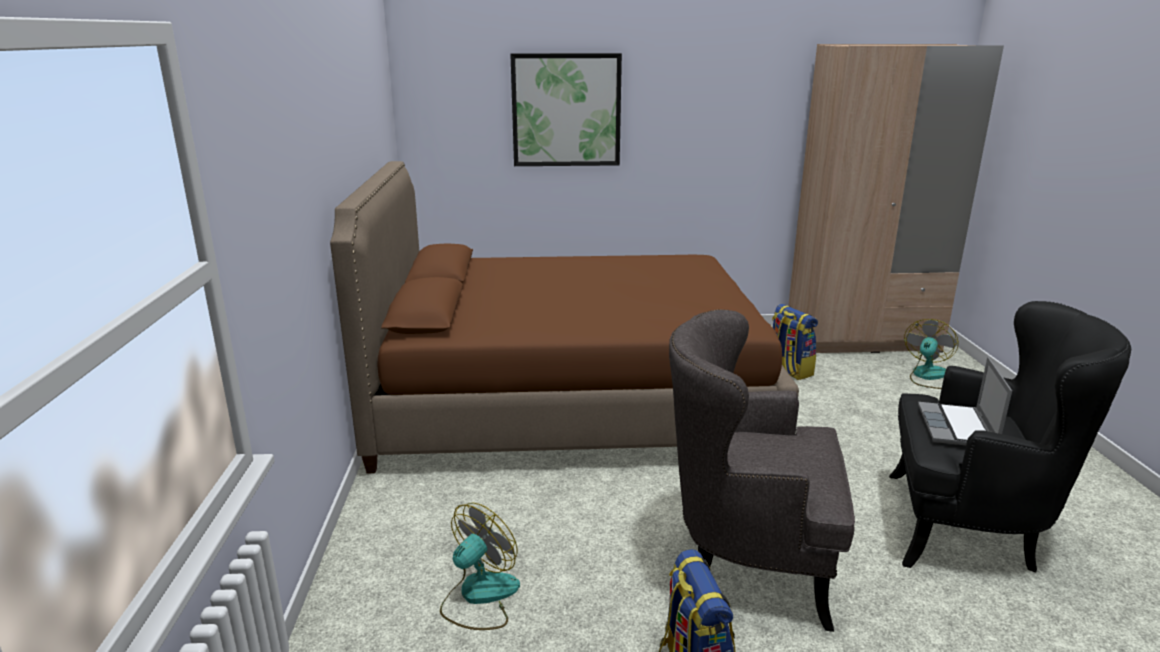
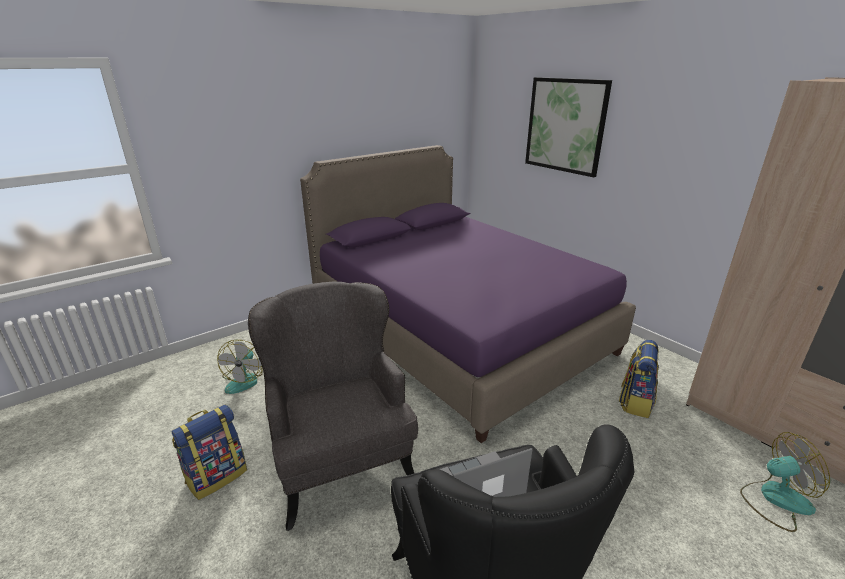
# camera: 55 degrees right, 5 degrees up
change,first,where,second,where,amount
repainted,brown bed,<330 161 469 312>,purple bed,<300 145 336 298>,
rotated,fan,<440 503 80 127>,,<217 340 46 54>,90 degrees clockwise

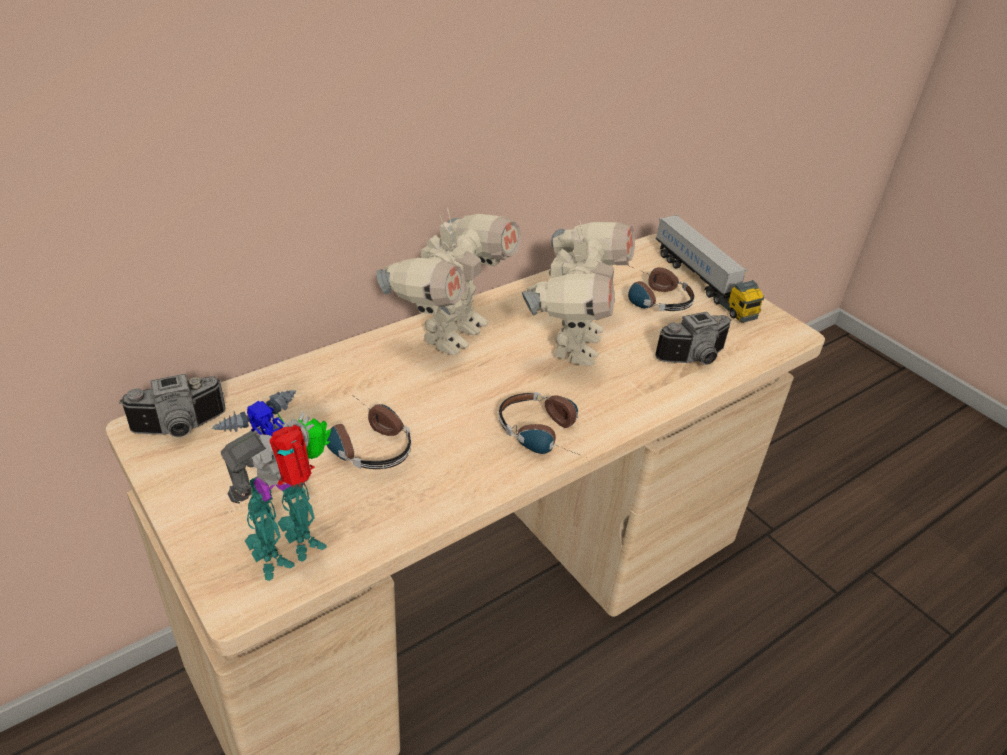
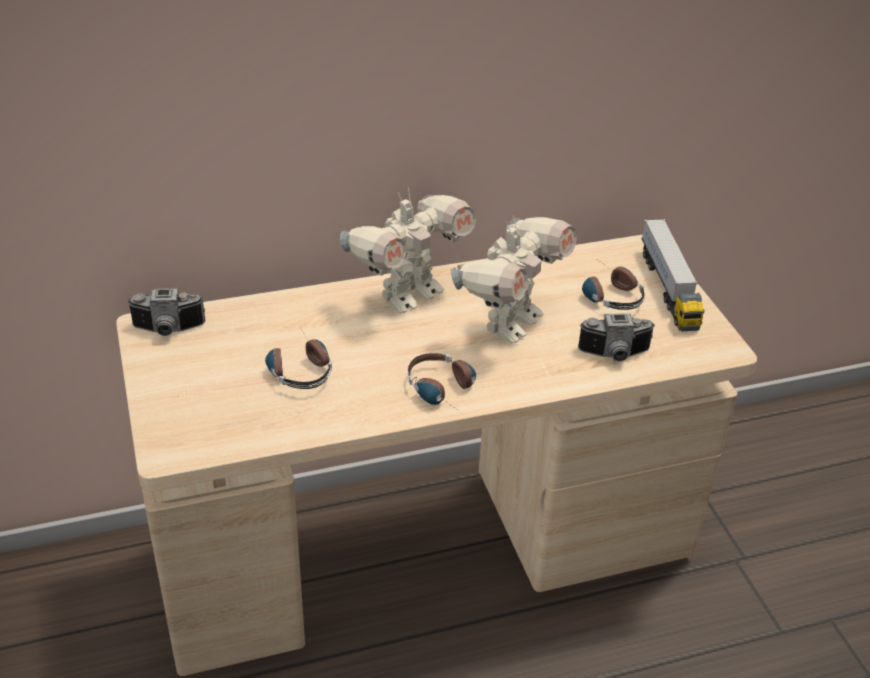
# camera: 20 degrees right, 0 degrees up
change,first,where,second,where,amount
gone,toy robot,<211 390 120 191>,,,

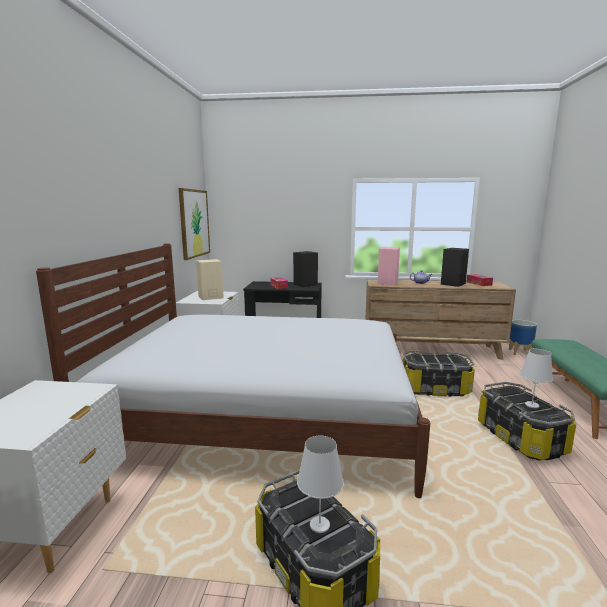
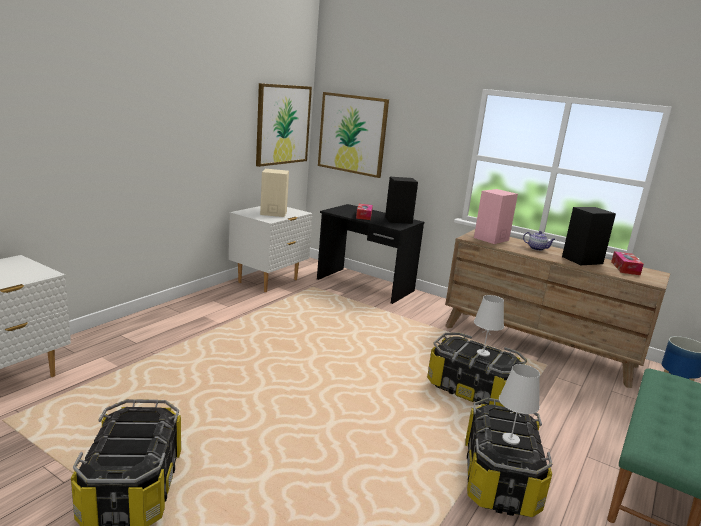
# camera: 25 degrees right, 5 degrees up
change,first,where,second,where,amount
gone,white bed,<36 243 394 255>,,,
new,,,picture,<318 92 71 86>,
shifted,white table lamp,<297 435 47 98>,,<474 295 30 62>,

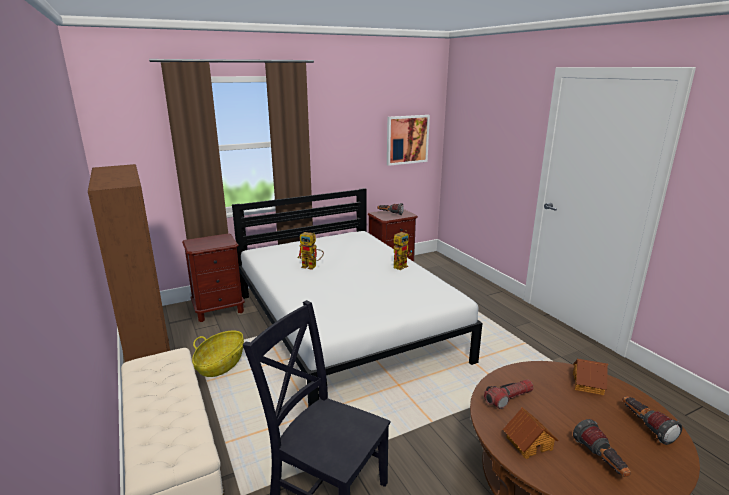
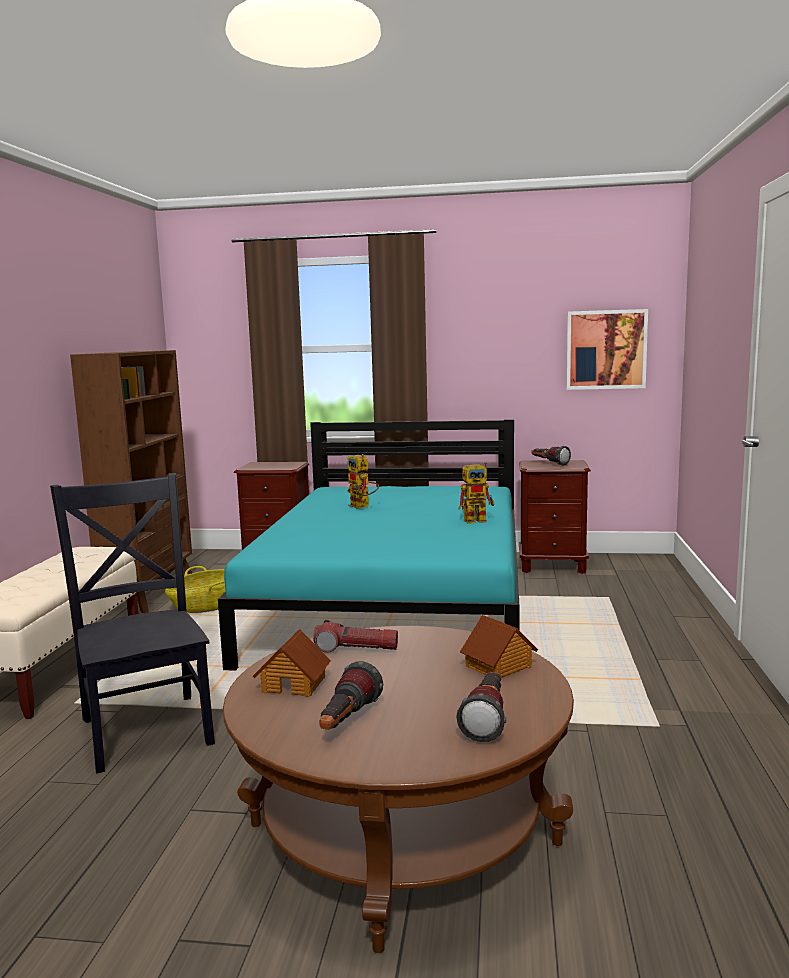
# camera: 35 degrees right, 10 degrees down
change,first,where,second,where,amount
repainted,white bed,<232 188 250 219>,turquoise bed,<218 419 301 252>,

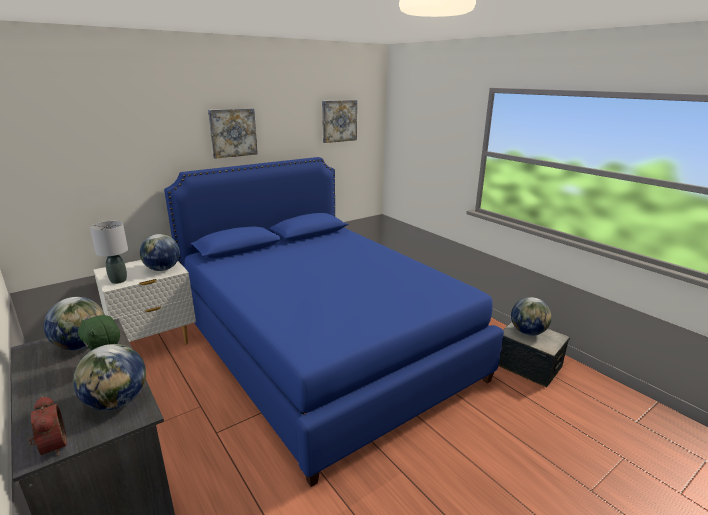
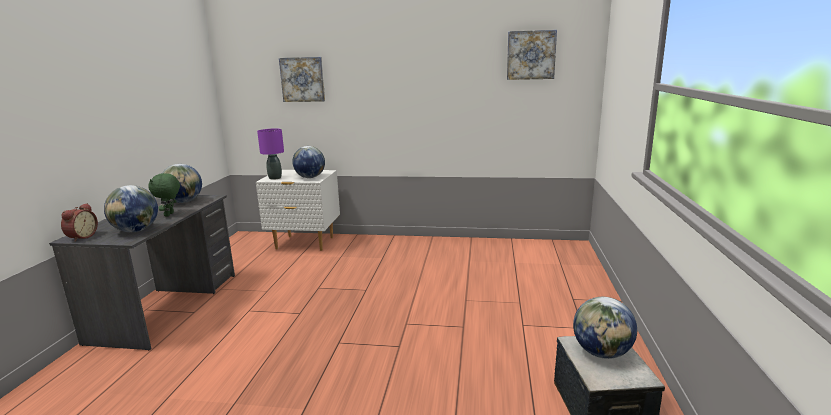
# camera: 45 degrees right, 5 degrees down
change,first,where,second,where,amount
gone,blue bed,<164 157 340 330>,,,
shifted,picture,<208 108 50 51>,,<279 57 46 45>,
repainted,grey table lamp,<90 221 38 63>,purple table lamp,<257 129 27 51>,

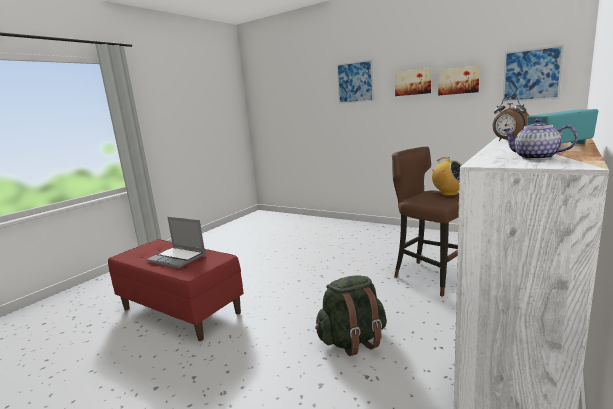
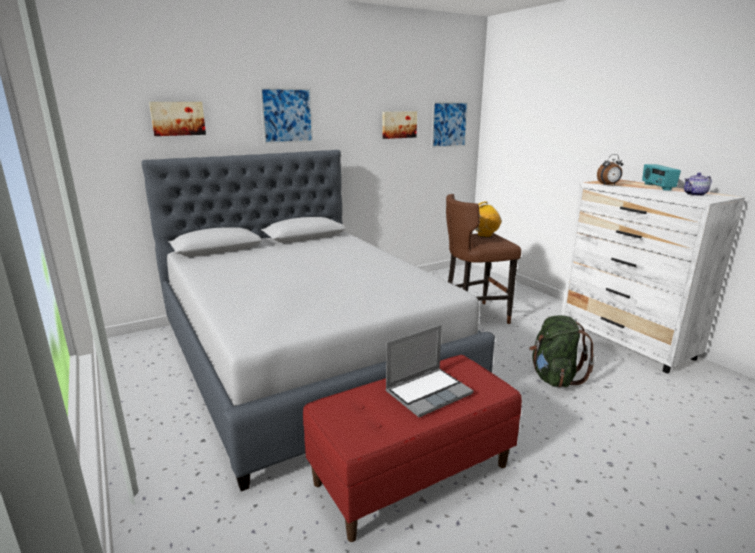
# camera: 65 degrees left, 5 degrees up
change,first,where,second,where,amount
new,,,grey bed,<142 150 353 341>,
shifted,picture,<395 68 36 28>,,<149 102 57 34>,

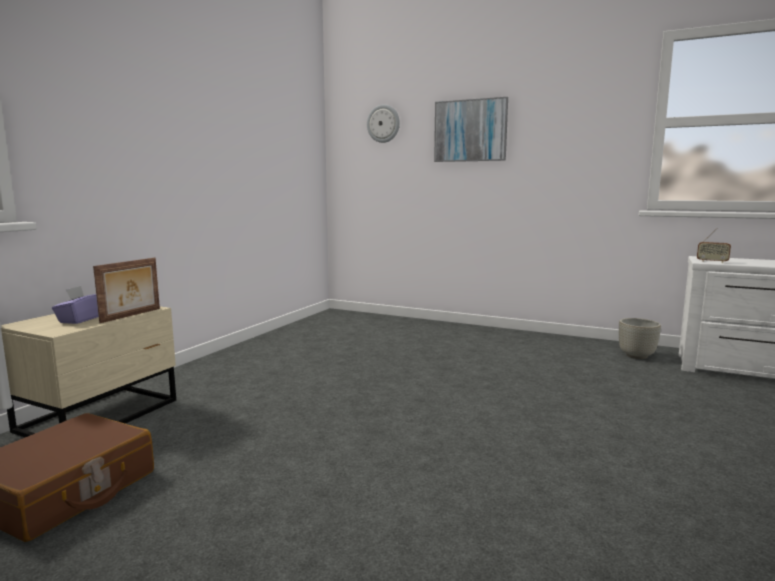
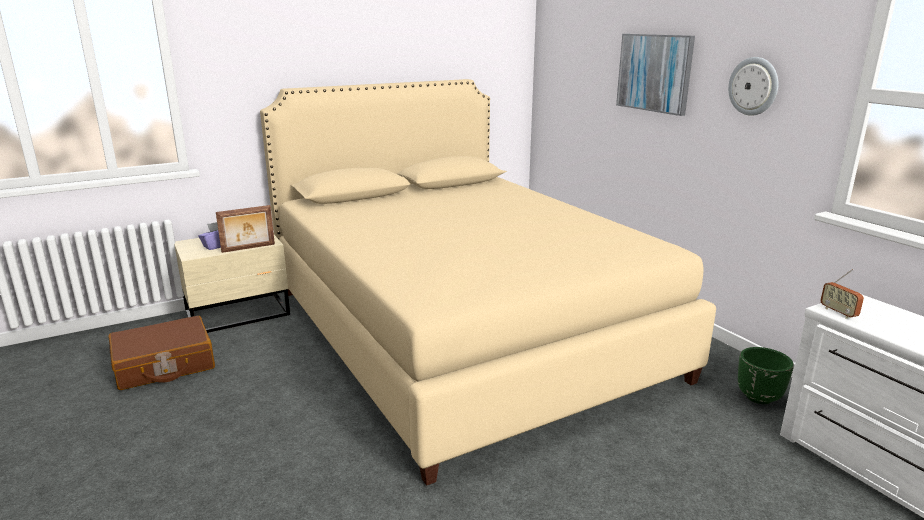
# camera: 35 degrees right, 10 degrees up
change,first,where,second,where,amount
new,,,beige bed,<260 79 456 407>,
shifted,wall clock,<367 104 33 39>,,<728 57 50 59>,
repainted,grey planter,<619 318 42 41>,green planter,<738 347 56 57>,

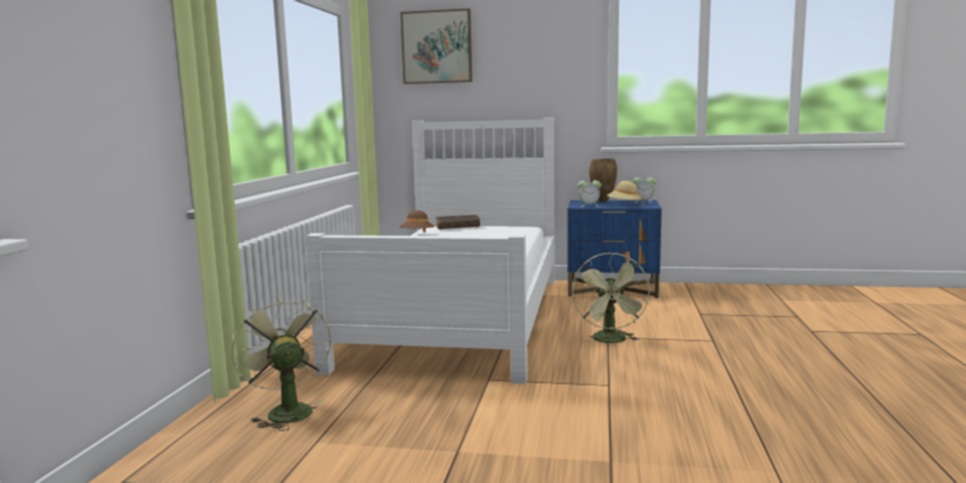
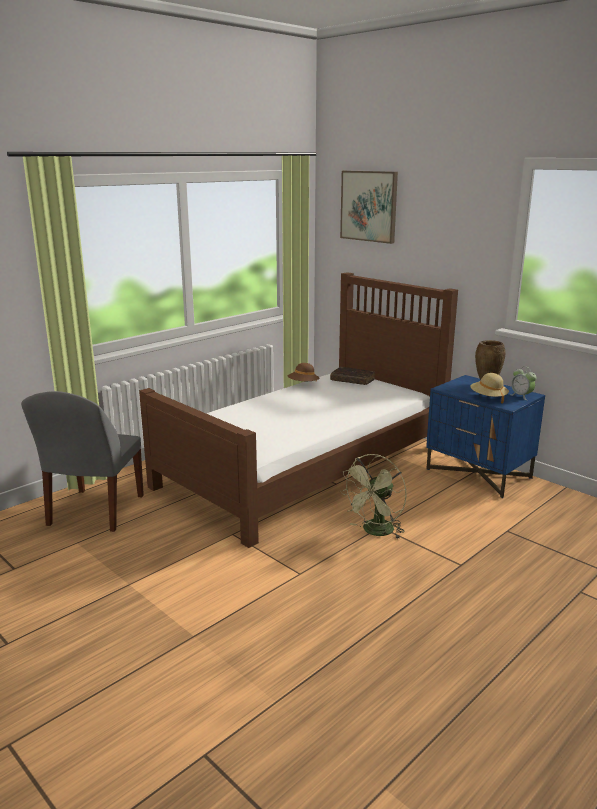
# camera: 35 degrees right, 10 degrees up
change,first,where,second,where,amount
gone,alarm clock,<577 180 24 27>,,,
swapped,green fan,<232 296 99 135>,grey chair,<21 391 123 141>,
repainted,white bed,<305 117 250 267>,brown bed,<139 272 319 276>,

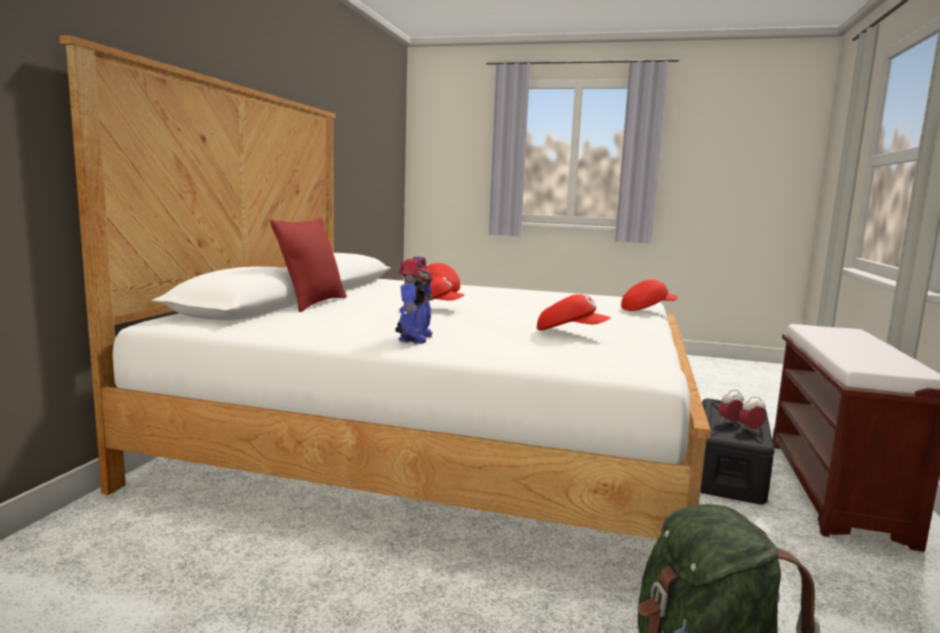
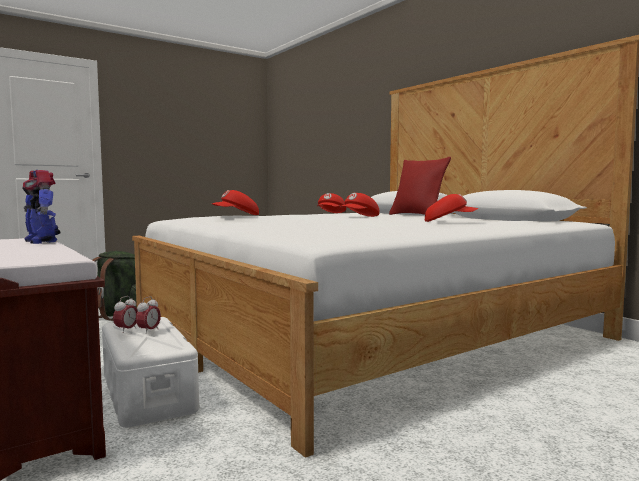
# camera: 130 degrees right, 5 degrees down
change,first,where,second,where,amount
shifted,toy robot,<395 257 38 87>,,<22 169 39 75>,
shifted,red cap,<621 280 57 31>,,<317 193 29 20>,
repainted,black storage box,<700 399 74 105>,white storage box,<102 317 97 111>,

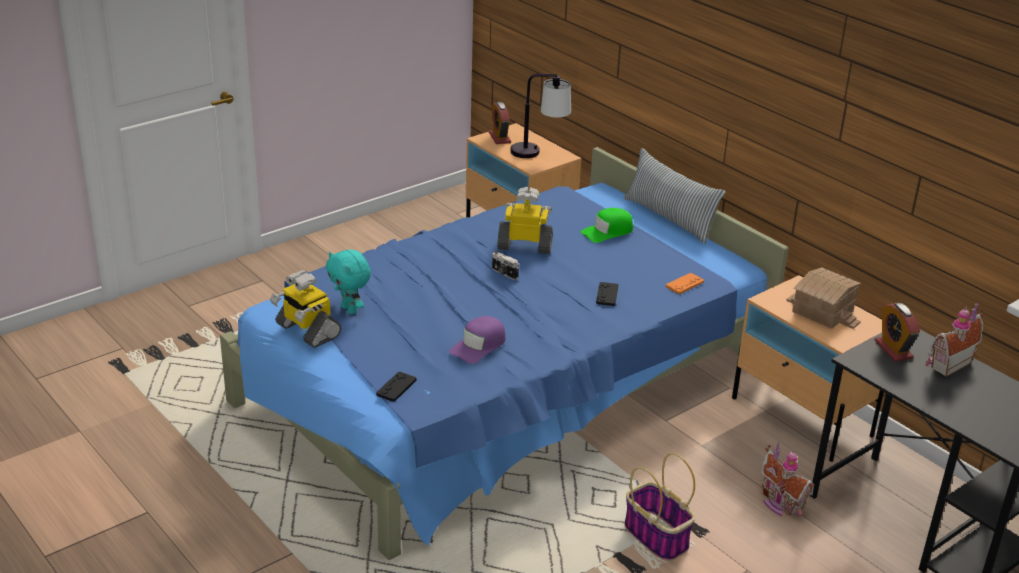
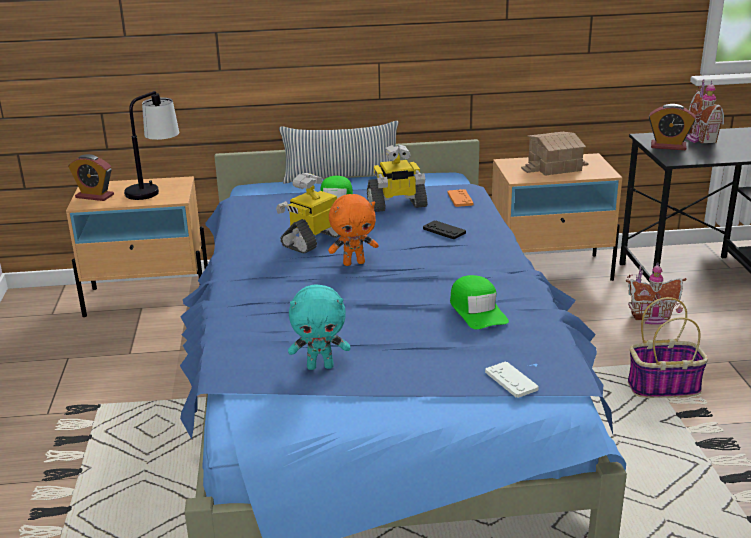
# camera: 55 degrees left, 5 degrees down
change,first,where,second,where,amount
shifted,toy robot,<270 270 71 78>,,<367 144 60 68>,
swapped,photo camera,<492 251 27 29>,orange plush toy,<328 194 51 72>,
repainted,black game controller,<376 372 40 30>,white game controller,<485 362 54 36>,
repainted,purple cap,<449 316 56 48>,green cap,<450 275 59 54>,

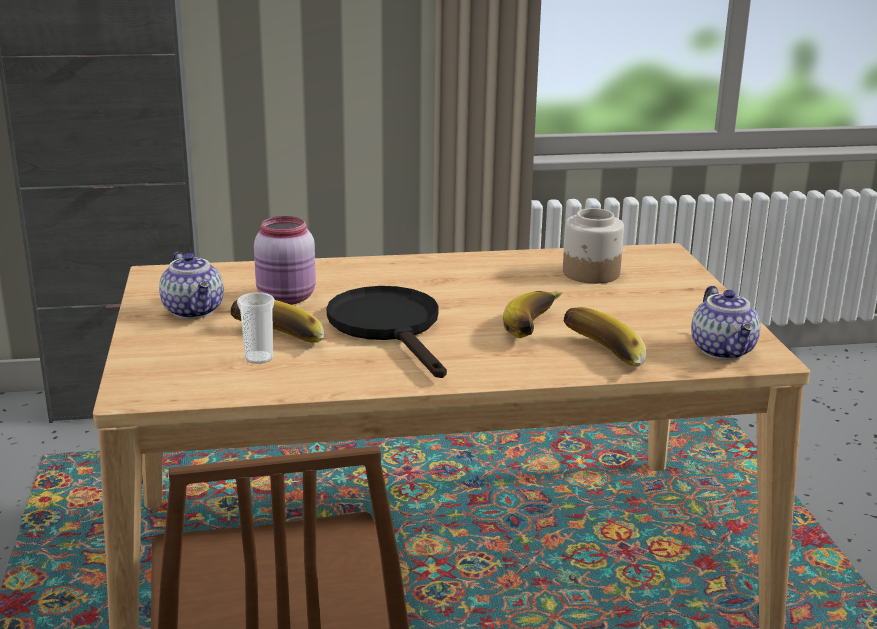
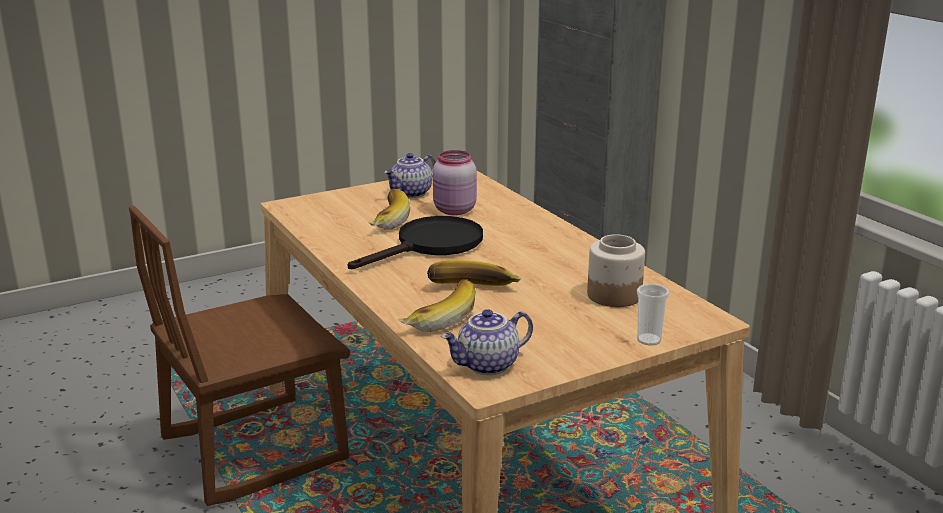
# camera: 70 degrees right, 0 degrees up
change,first,where,second,where,amount
shifted,cup,<237 292 38 72>,,<637 284 32 62>,

